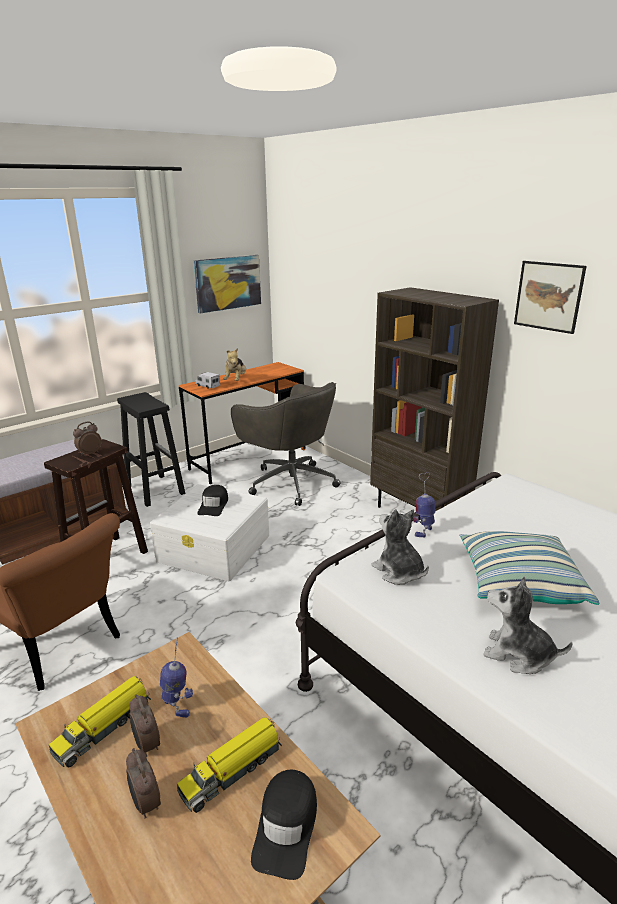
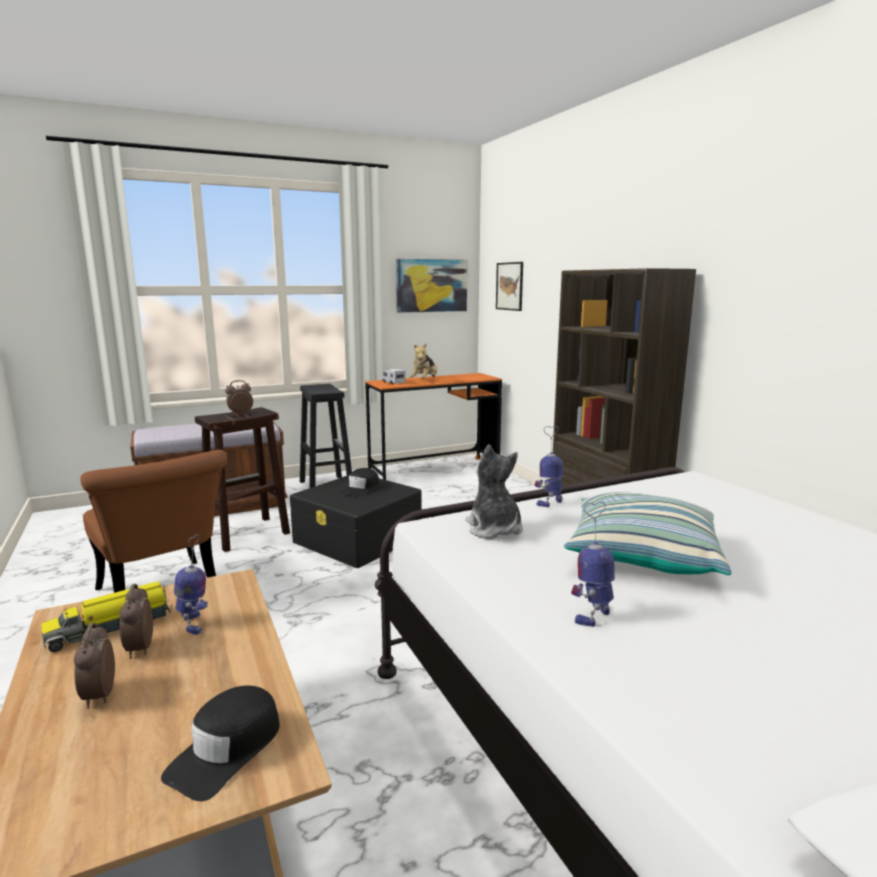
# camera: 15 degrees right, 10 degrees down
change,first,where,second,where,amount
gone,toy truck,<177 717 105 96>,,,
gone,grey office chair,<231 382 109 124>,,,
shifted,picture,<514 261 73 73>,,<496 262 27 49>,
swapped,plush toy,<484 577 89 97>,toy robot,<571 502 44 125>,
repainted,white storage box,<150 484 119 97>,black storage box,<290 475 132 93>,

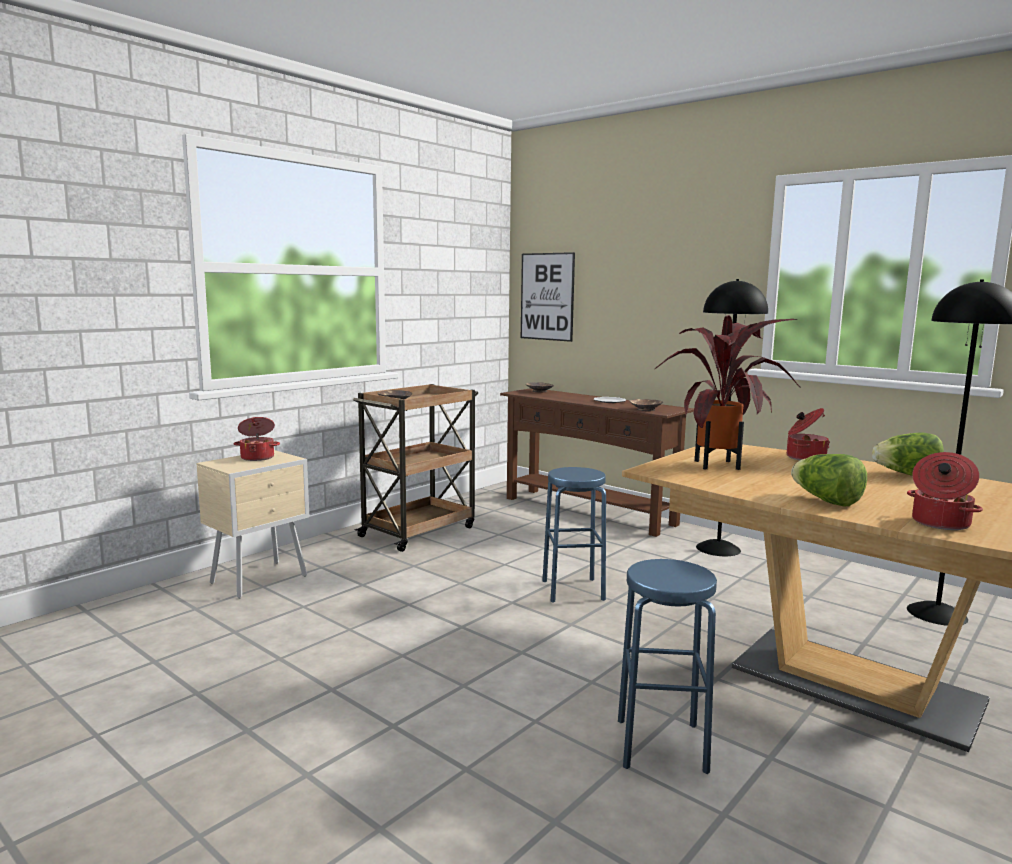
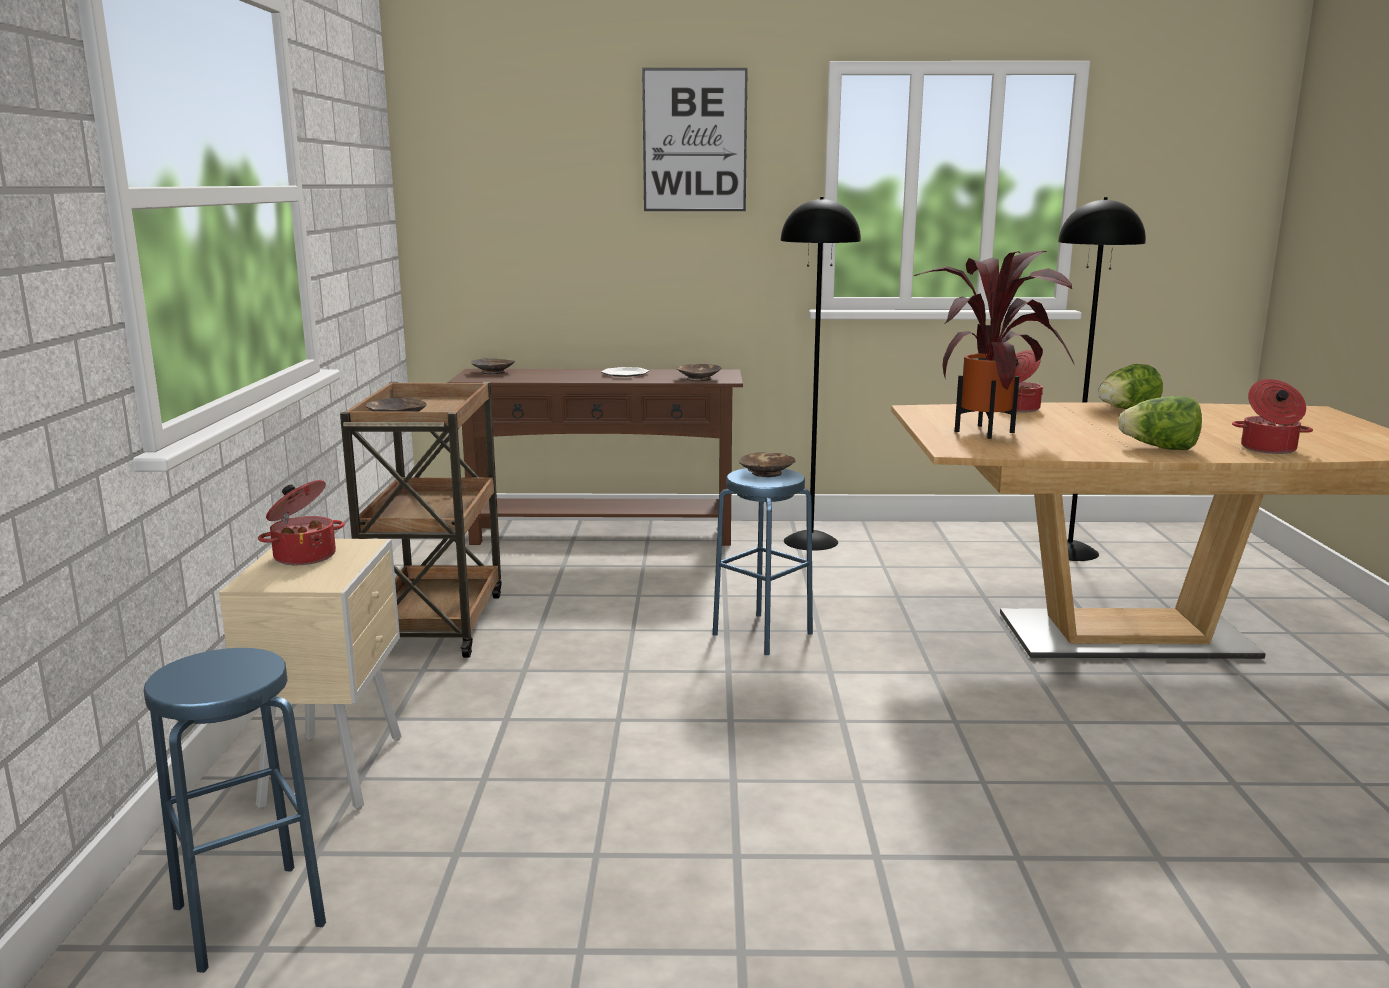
# camera: 40 degrees left, 5 degrees up
change,first,where,second,where,amount
new,,,brown bowl,<739 452 56 25>,
shifted,picture,<521 252 54 90>,,<642 68 106 143>,
shifted,blue stool,<618 559 99 215>,,<143 648 183 325>,

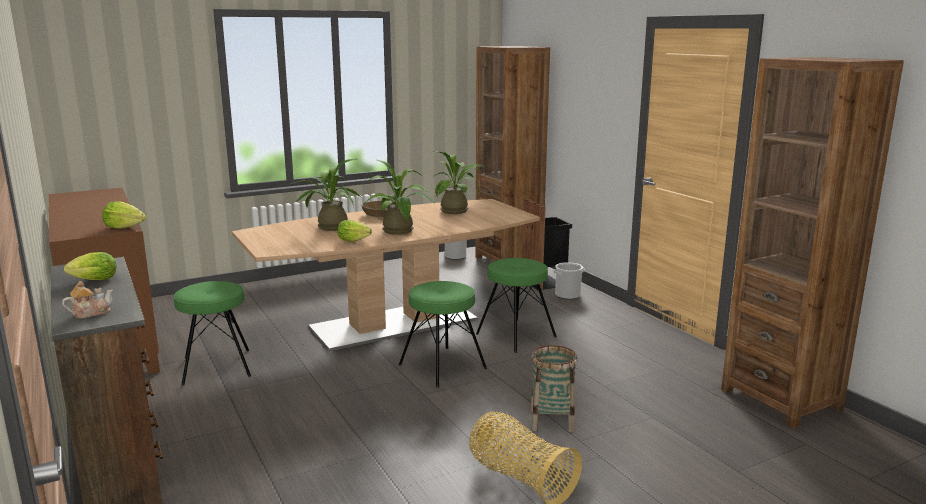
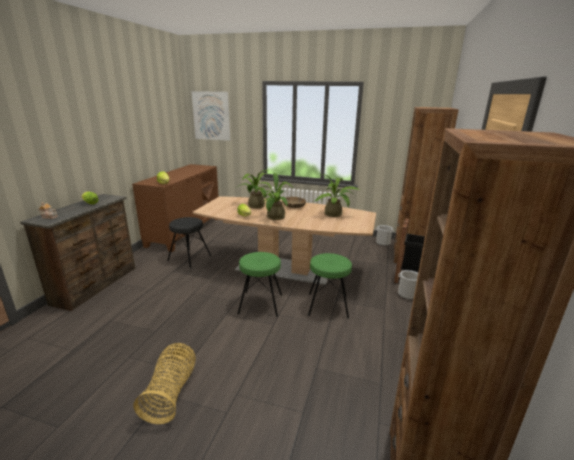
# camera: 45 degrees right, 5 degrees up
change,first,where,second,where,amount
gone,basket,<531 345 47 87>,,,
new,,,picture,<191 91 39 50>,
repainted,green stool,<174 281 77 104>,black stool,<167 217 44 51>,

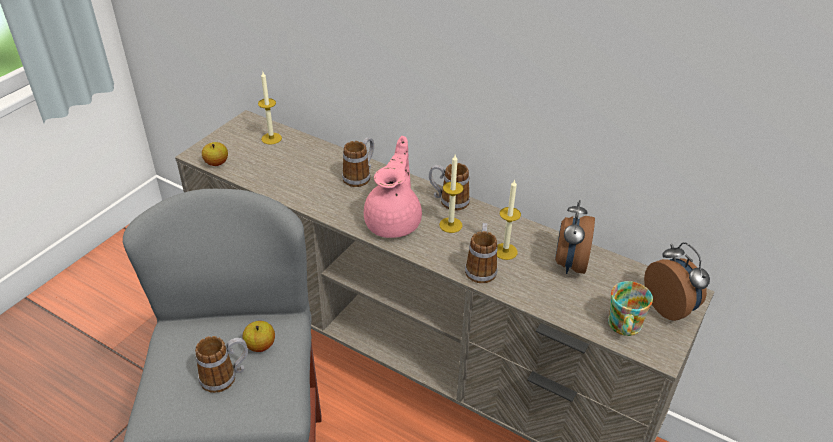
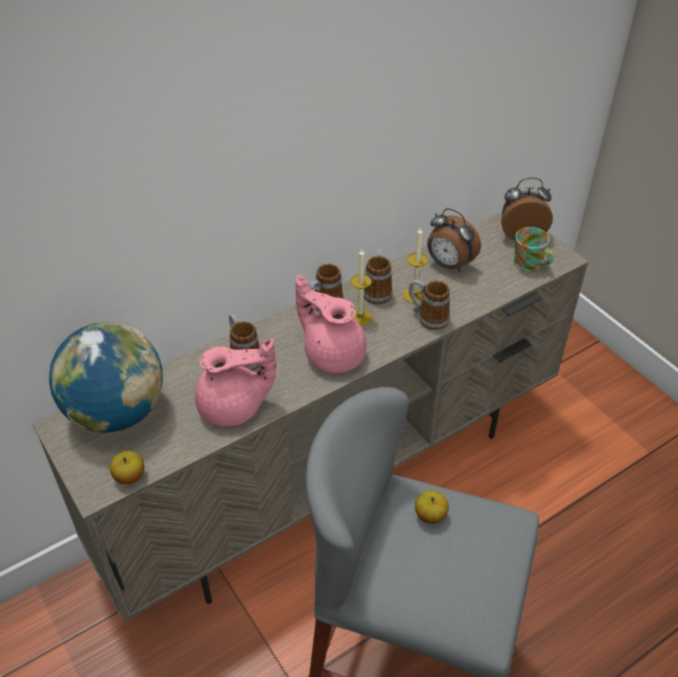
# camera: 65 degrees left, 5 degrees up
change,first,where,second,where,amount
new,,,pink teapot,<195 338 81 88>,
shifted,mug,<195 336 53 57>,,<364 249 29 55>,
swapped,candle,<258 72 24 73>,globe,<49 322 114 111>,

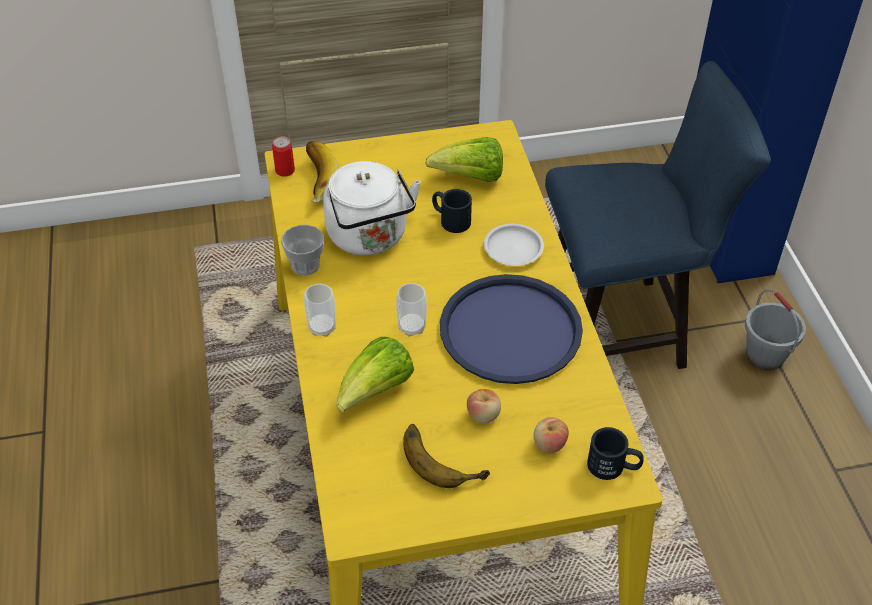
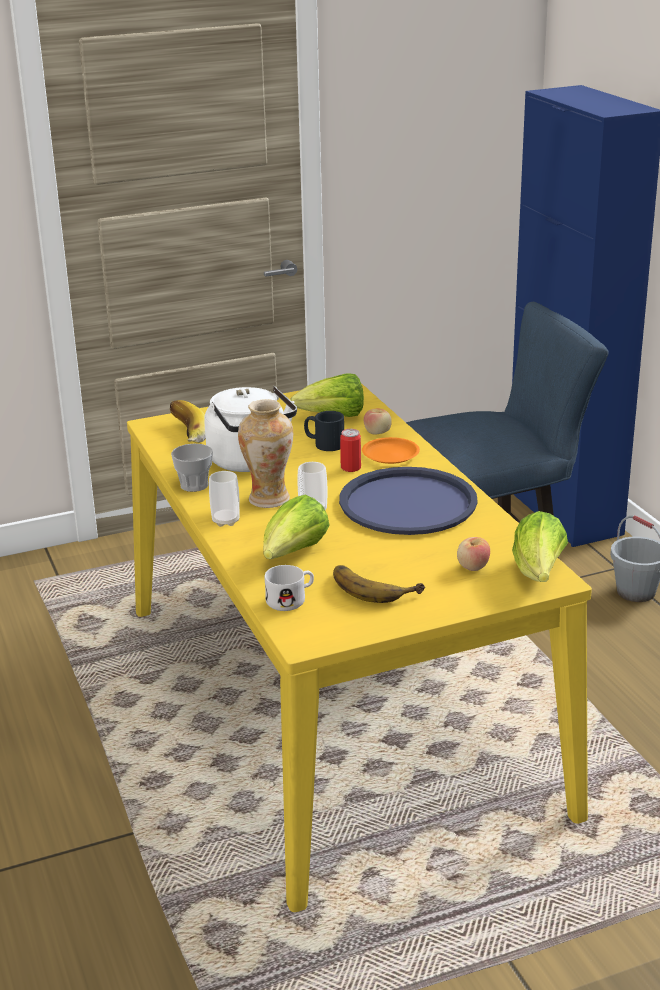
# camera: 10 degrees left, 20 degrees down
change,first,where,second,where,amount
new,,,vase,<238 399 55 109>,
new,,,white mug,<265 565 49 46>,
shifted,can,<272 136 23 41>,,<340 429 21 43>,
shifted,apple,<467 389 34 34>,,<364 409 28 26>,
swapped,black mug,<587 427 57 53>,lettuce,<512 511 56 71>,
repainted,white plate,<484 224 60 42>,orange plate,<362 437 58 27>,

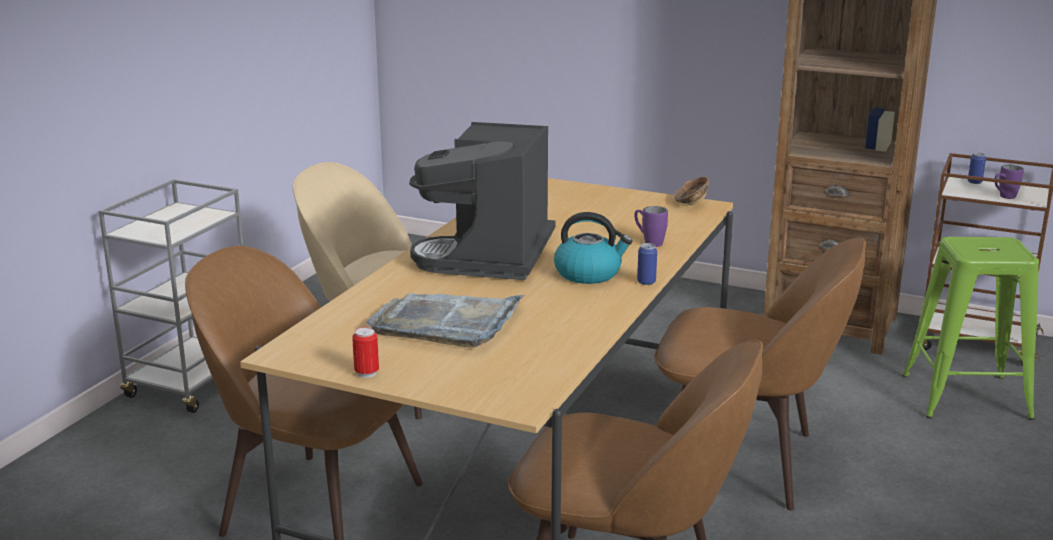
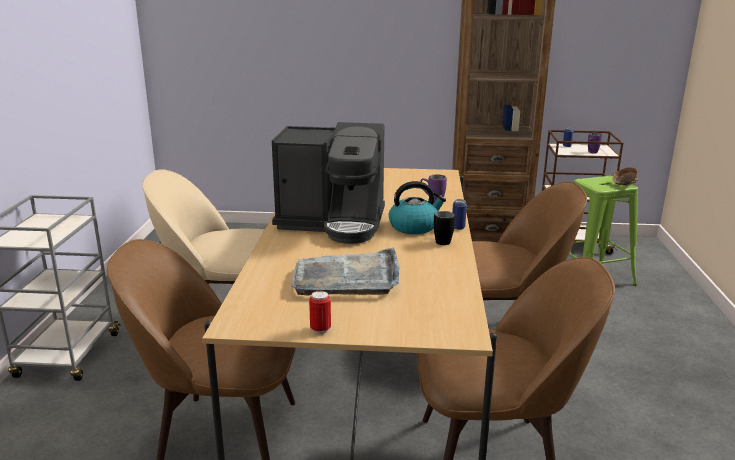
# camera: 20 degrees left, 0 degrees up
change,first,where,second,where,amount
new,,,black mug,<433 211 22 34>,
shifted,bowl,<673 177 36 28>,,<612 167 27 19>,
rotated,coffee machine,<409 122 147 158>,,<272 122 113 122>,75 degrees counterclockwise

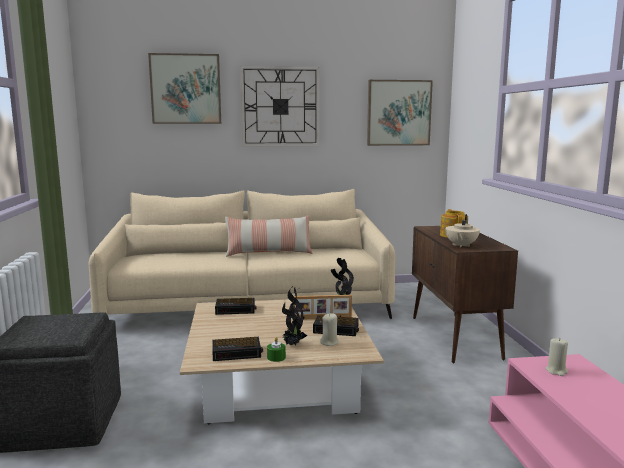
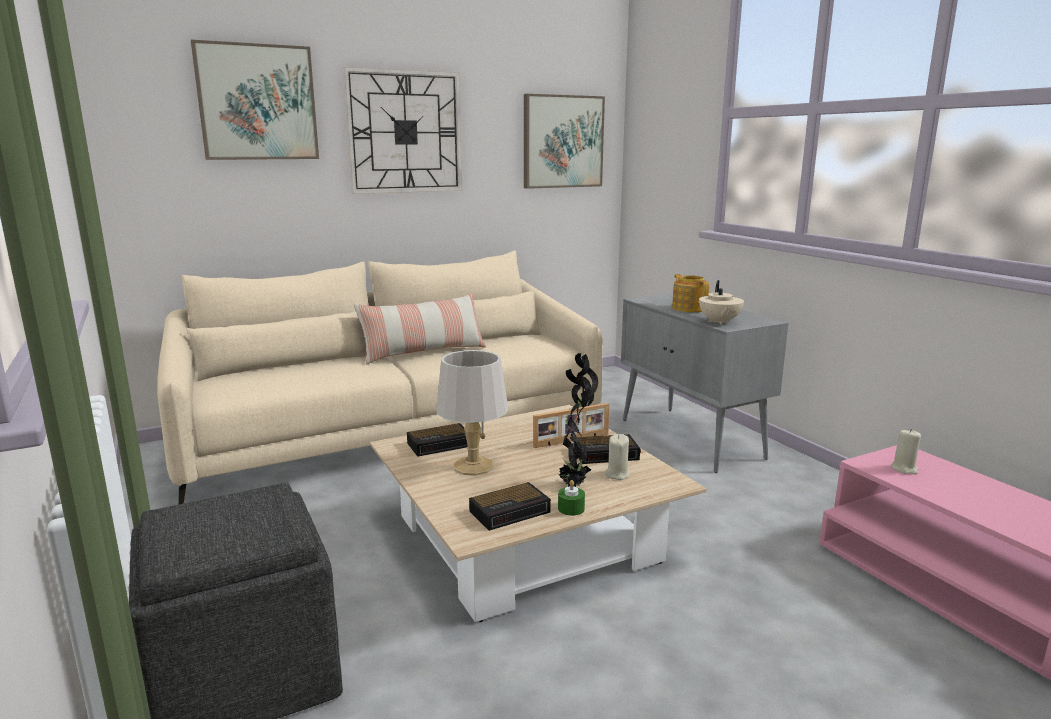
# camera: 20 degrees left, 5 degrees up
change,first,where,second,where,amount
new,,,grey table lamp,<436 350 72 126>,
repainted,brown cabinet,<412 226 106 137>,grey cabinet,<621 293 167 180>,

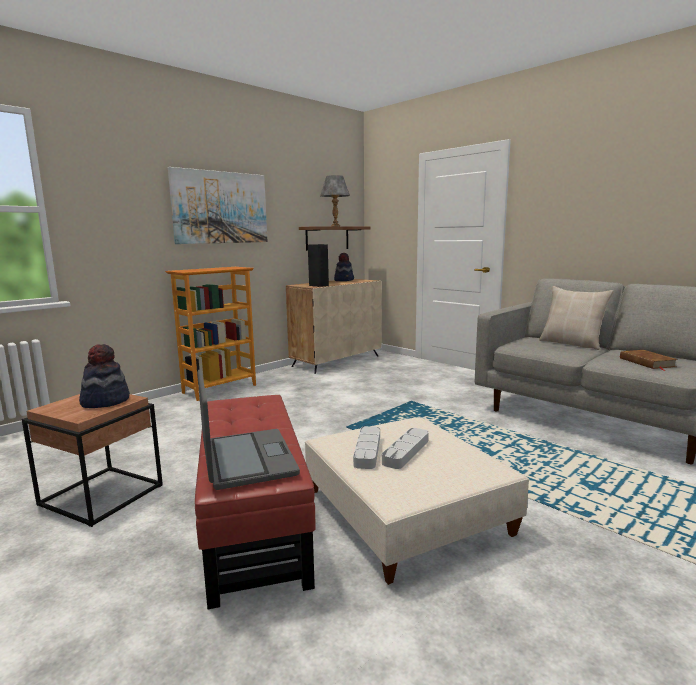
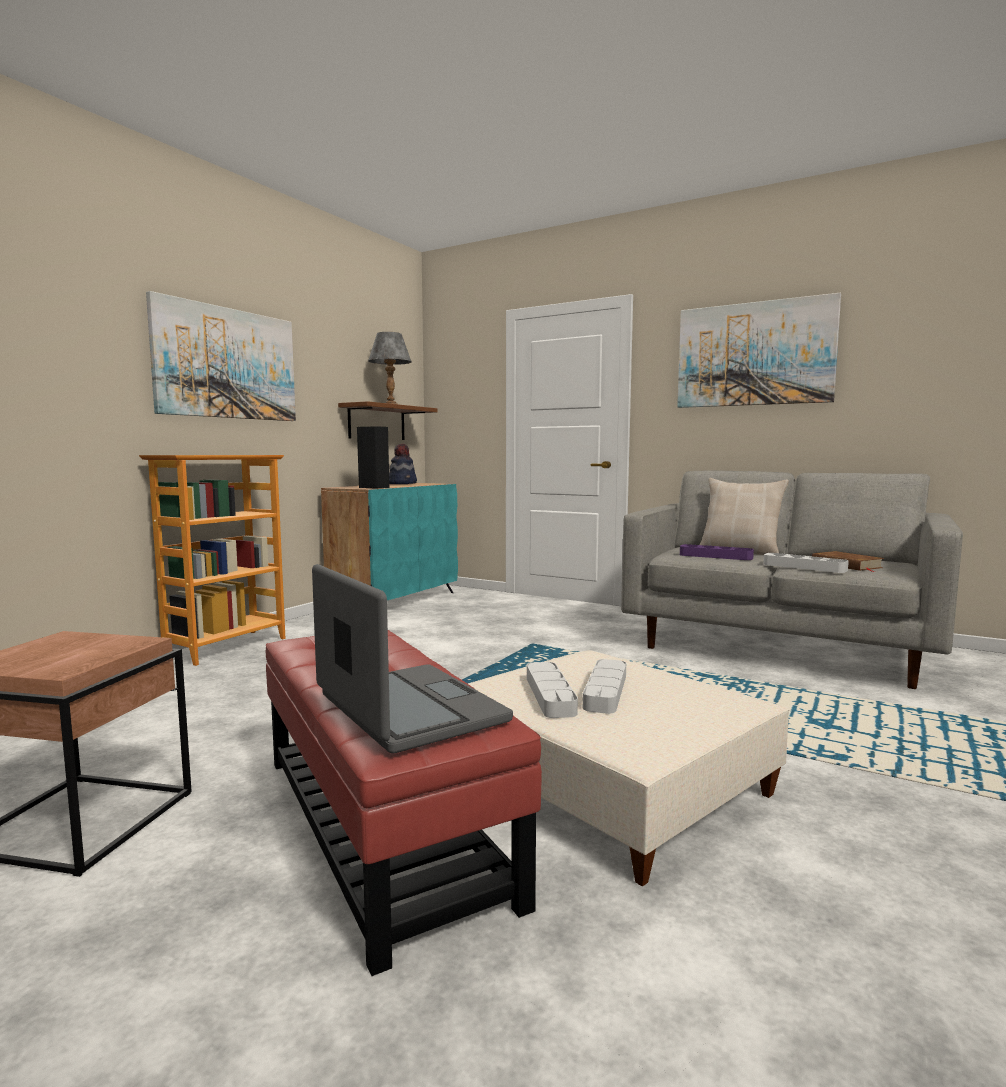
# camera: 15 degrees left, 5 degrees down
change,first,where,second,where,amount
gone,hat,<79 344 51 64>,,,
new,,,picture,<677 293 164 115>,
new,,,purple tray,<680 544 74 16>,
new,,,grey tray,<763 553 86 20>,
repainted,beige cabinet,<286 279 96 95>,turquoise cabinet,<321 483 137 117>,

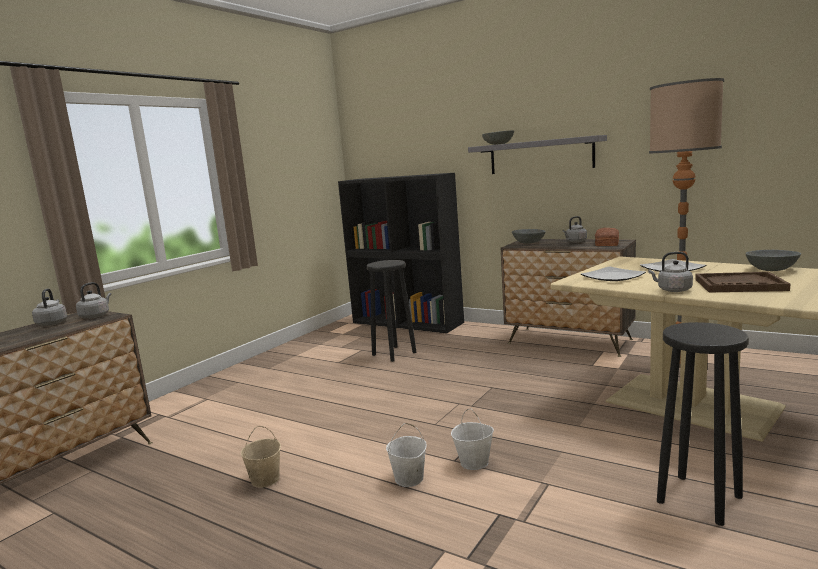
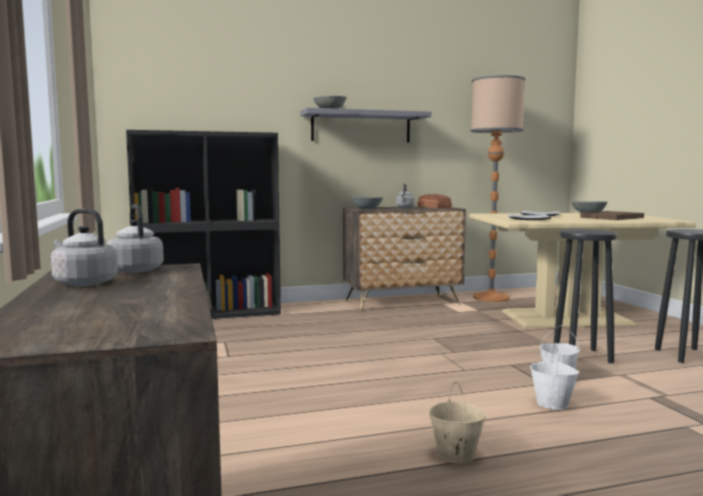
# camera: 50 degrees left, 5 degrees down
change,first,where,second,where,amount
gone,grey kettle,<648 252 45 40>,,,
shifted,black stool,<367 260 49 102>,,<554 229 63 134>,

